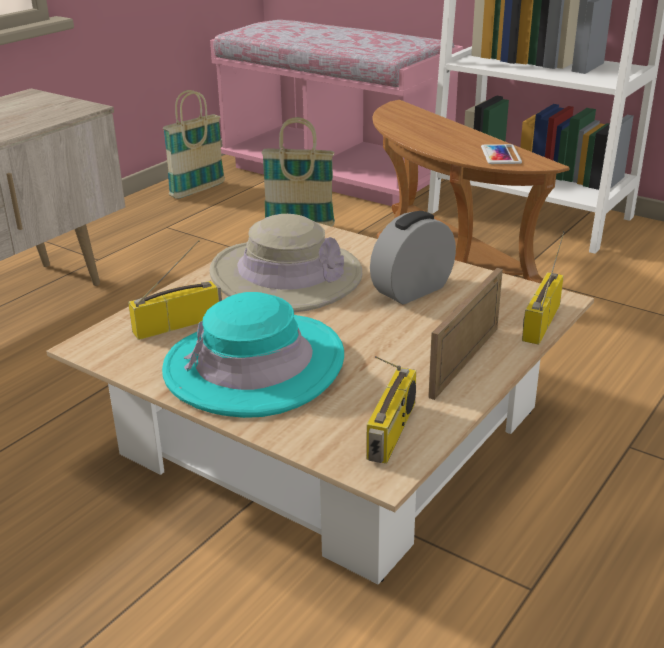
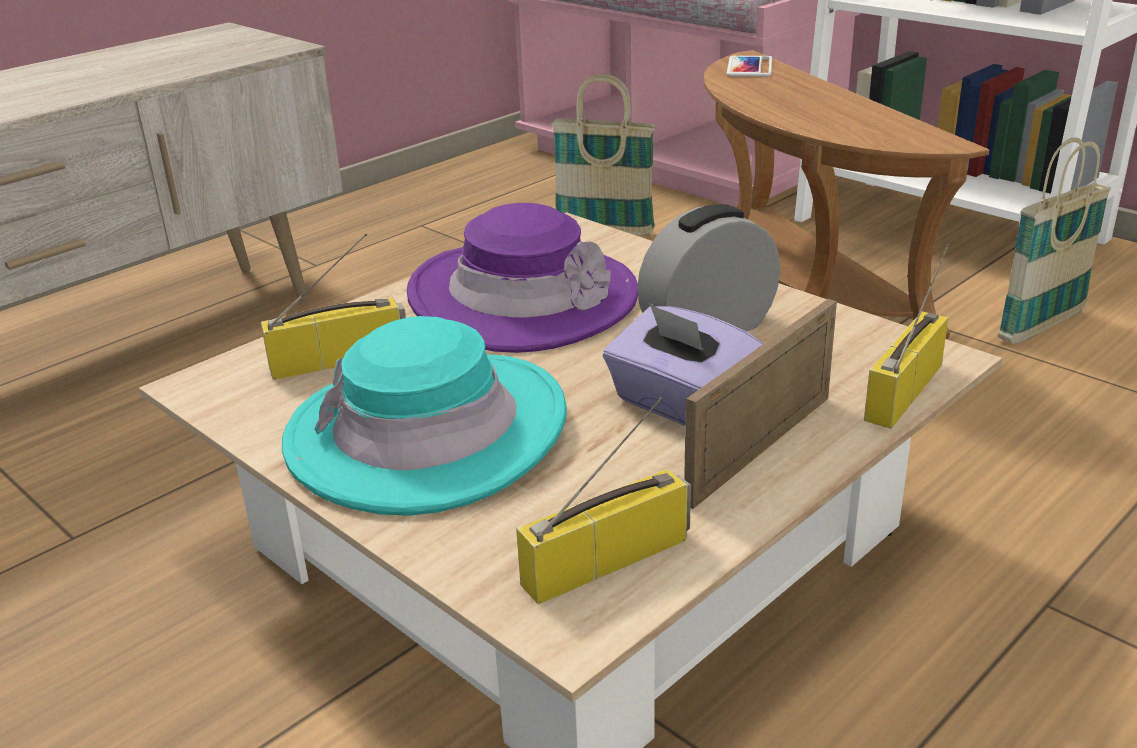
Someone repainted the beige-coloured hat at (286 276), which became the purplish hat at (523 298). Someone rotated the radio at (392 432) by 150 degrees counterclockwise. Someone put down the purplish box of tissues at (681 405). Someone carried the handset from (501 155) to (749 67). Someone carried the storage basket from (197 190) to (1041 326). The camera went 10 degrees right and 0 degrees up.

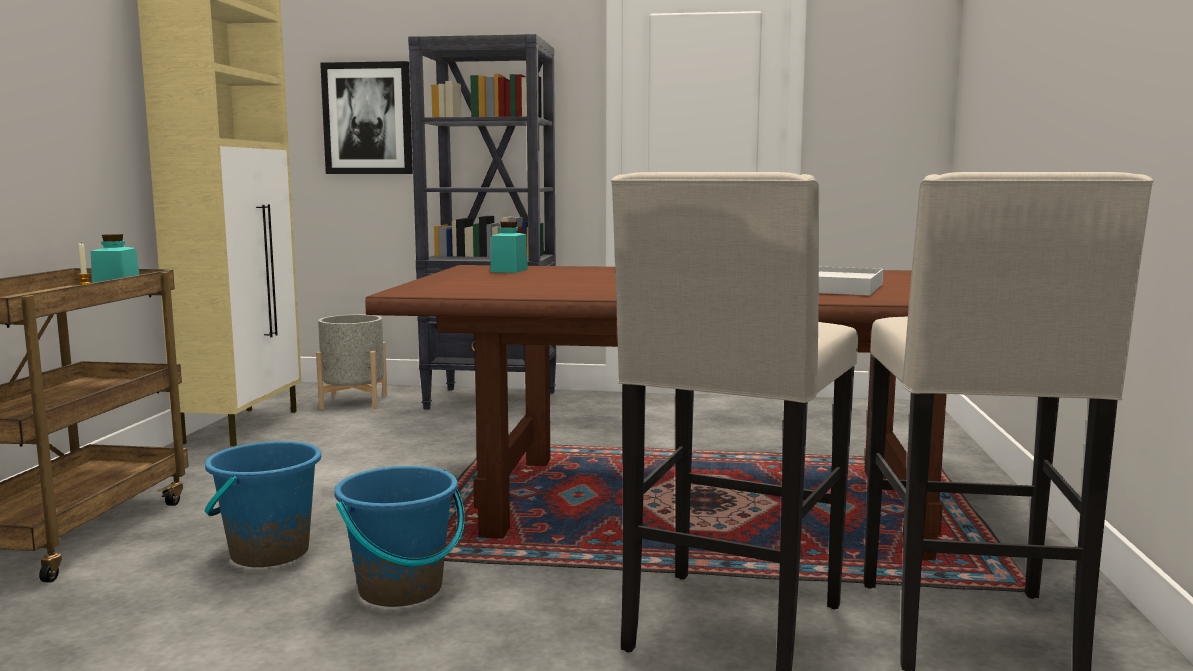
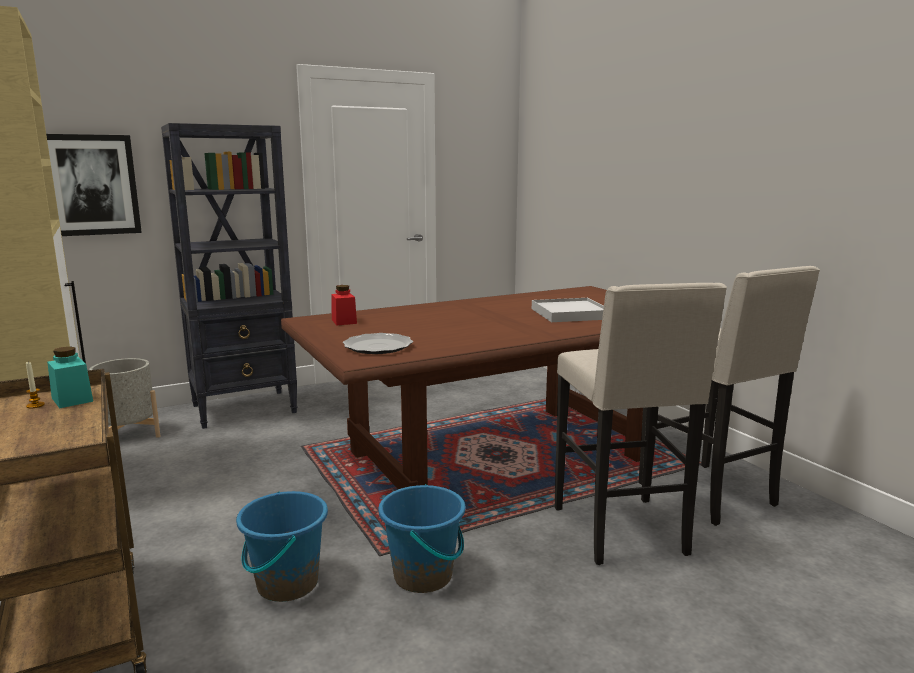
Someone repainted the turquoise preserve jar at (509 270), which became the reddish preserve jar at (344 321). Someone put down the flat dish at (378 346). The camera went 35 degrees left and 5 degrees up.

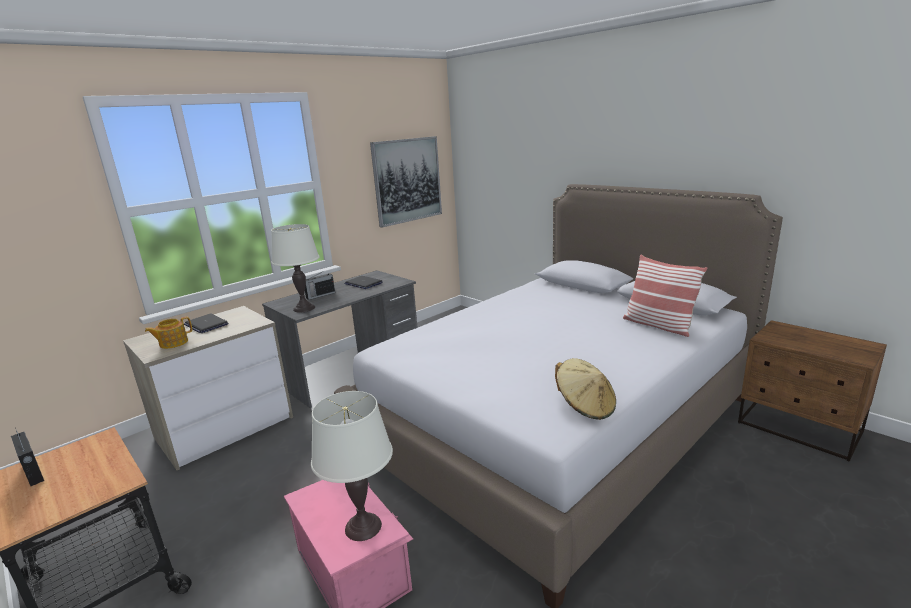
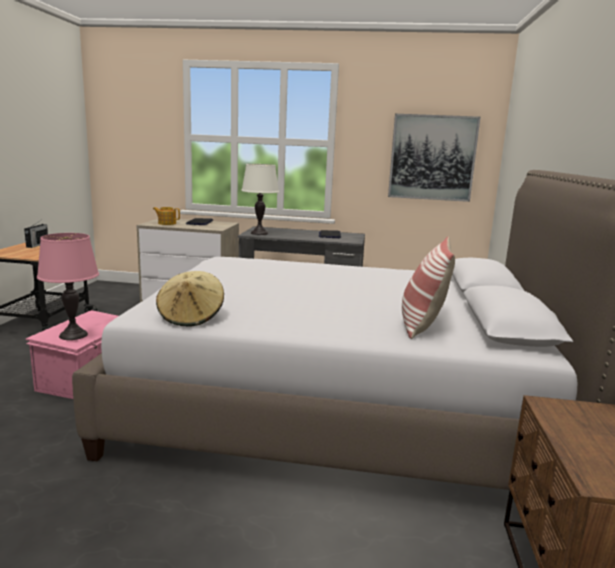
Someone repainted the white-coloured lamp for a table at (363 527), which became the pink lamp for a table at (73 335). Someone took away the radio at (320 295). The camera went 50 degrees right and 5 degrees down.

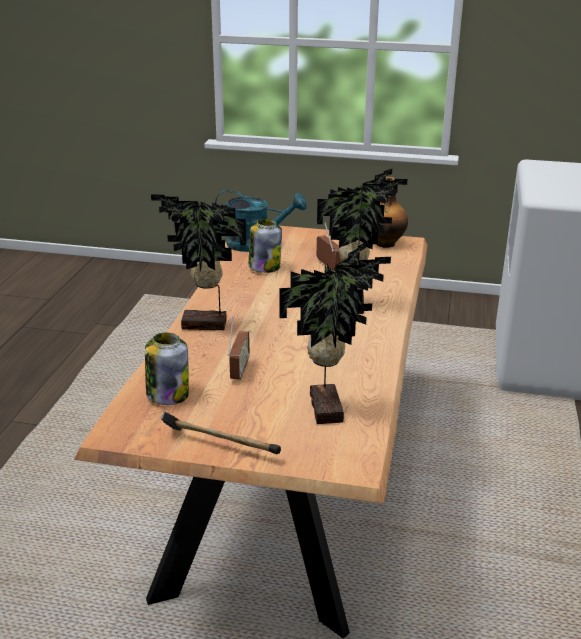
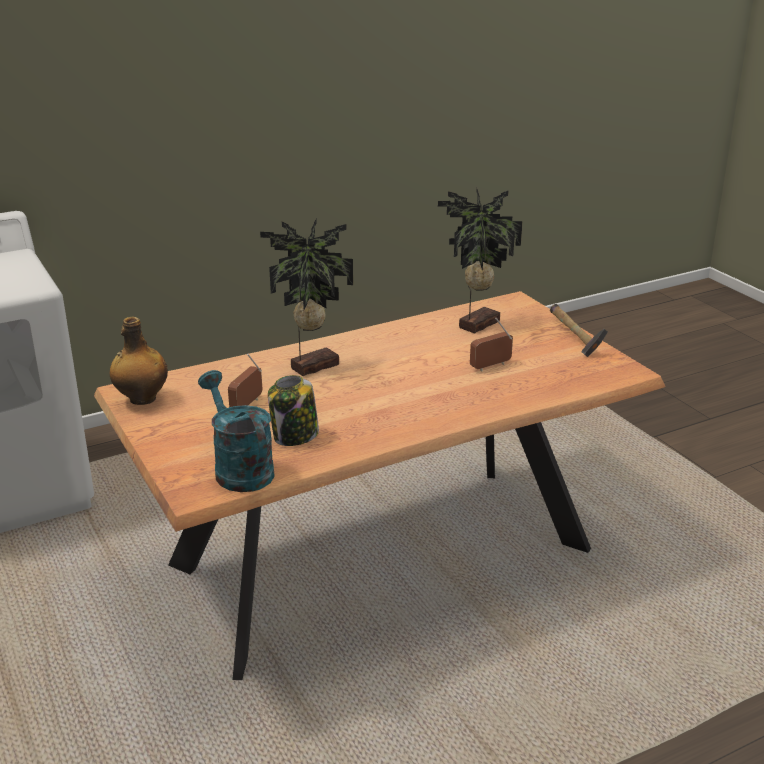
Someone took away the preserve jar at (167 394). Someone took away the potted plant at (205 326). The camera went 130 degrees left and 0 degrees up.

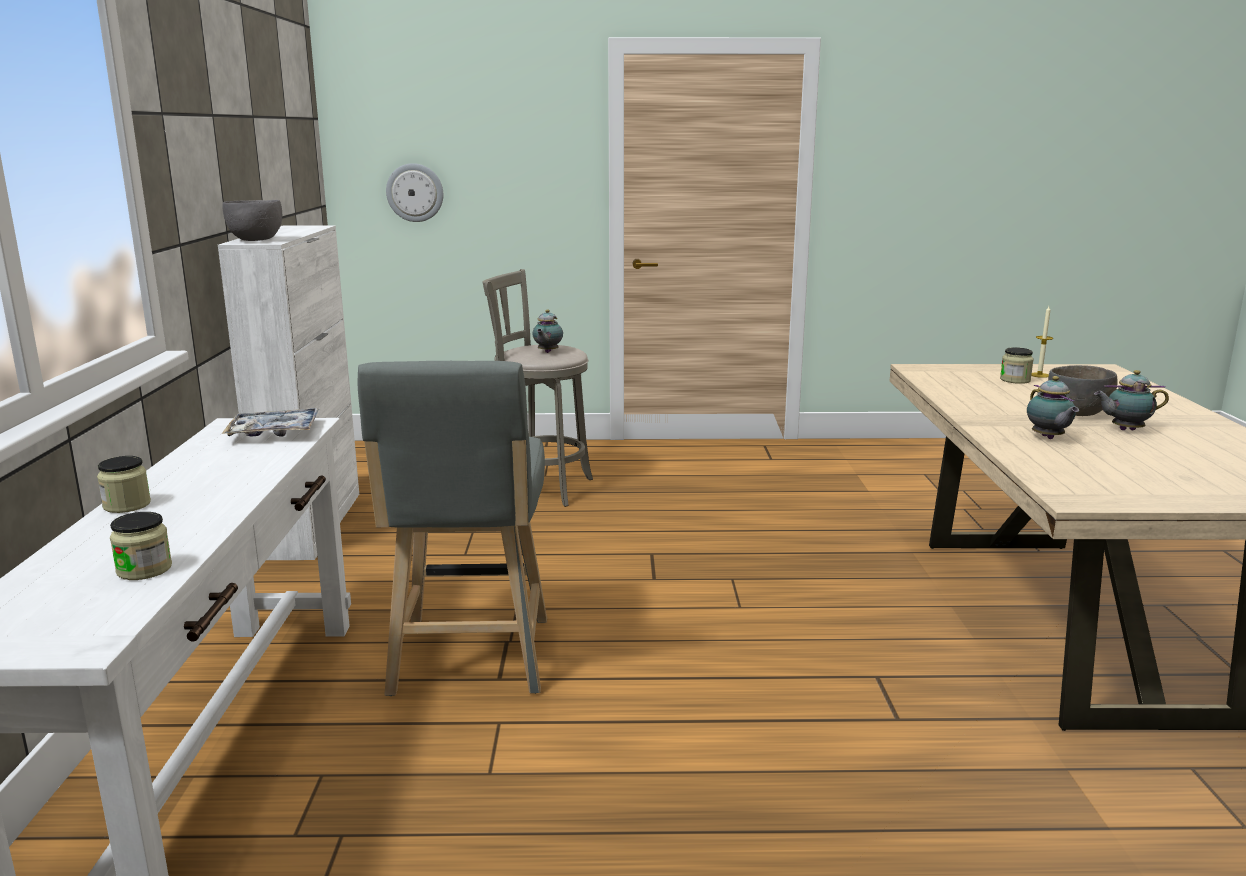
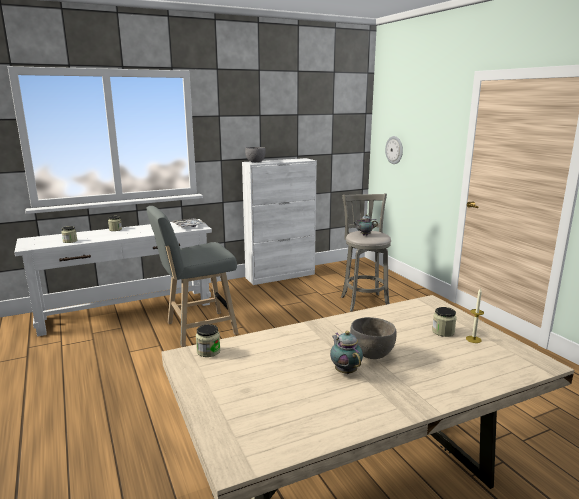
Someone put down the preserve jar at (208 351). Someone took away the tea pot at (1048 438). The camera went 65 degrees right and 0 degrees up.

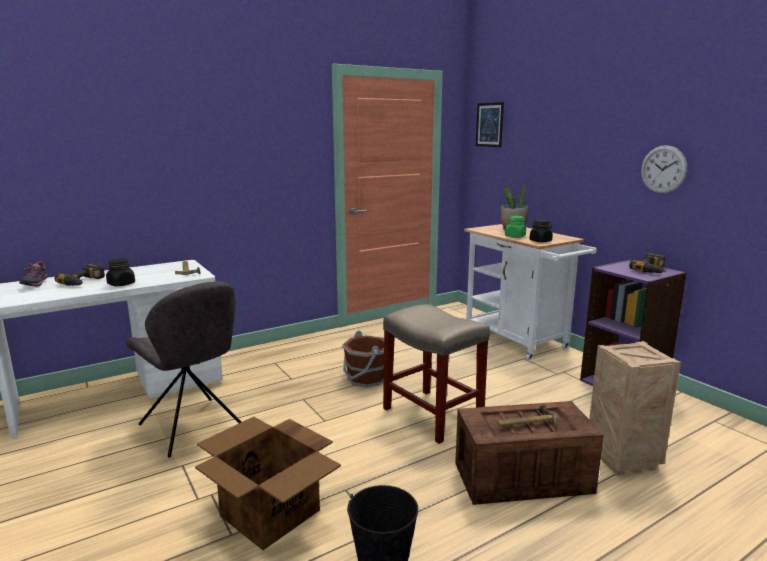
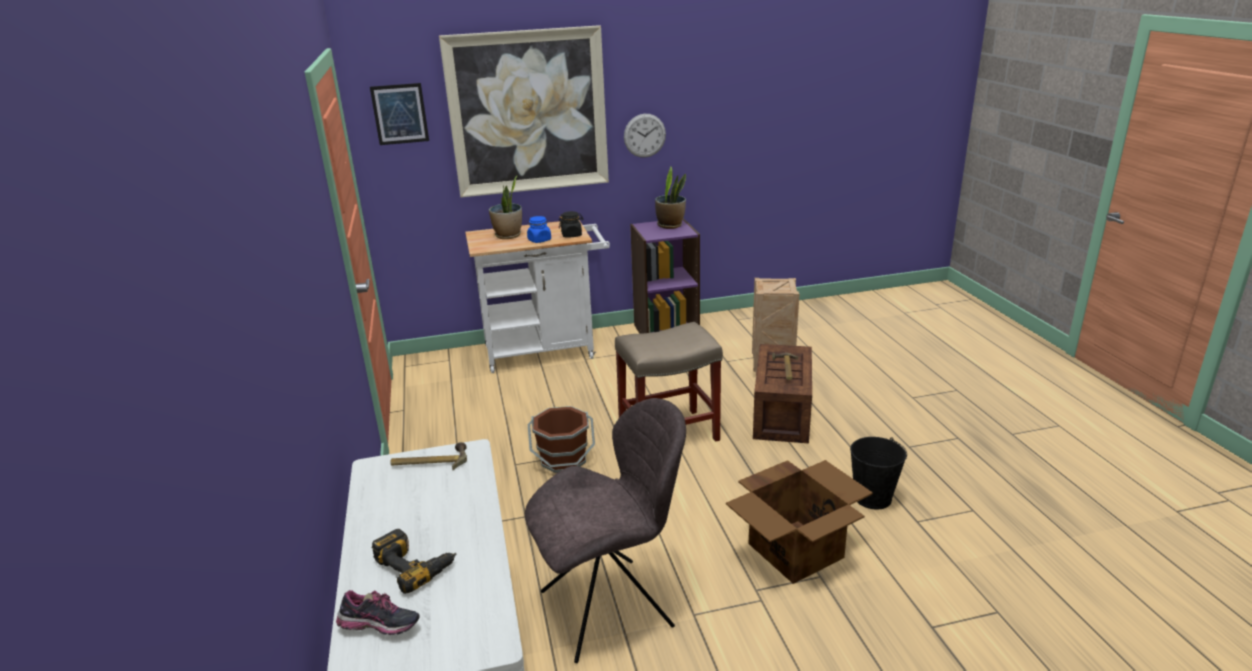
Someone put up the wall art at (528 112). Someone repainted the green preserve jar at (515 236), which became the bluish preserve jar at (539 240). Someone swapped the drill at (652 270) for the potted plant at (670 225). Someone took away the black preserve jar at (121 284). The camera went 70 degrees left and 10 degrees up.

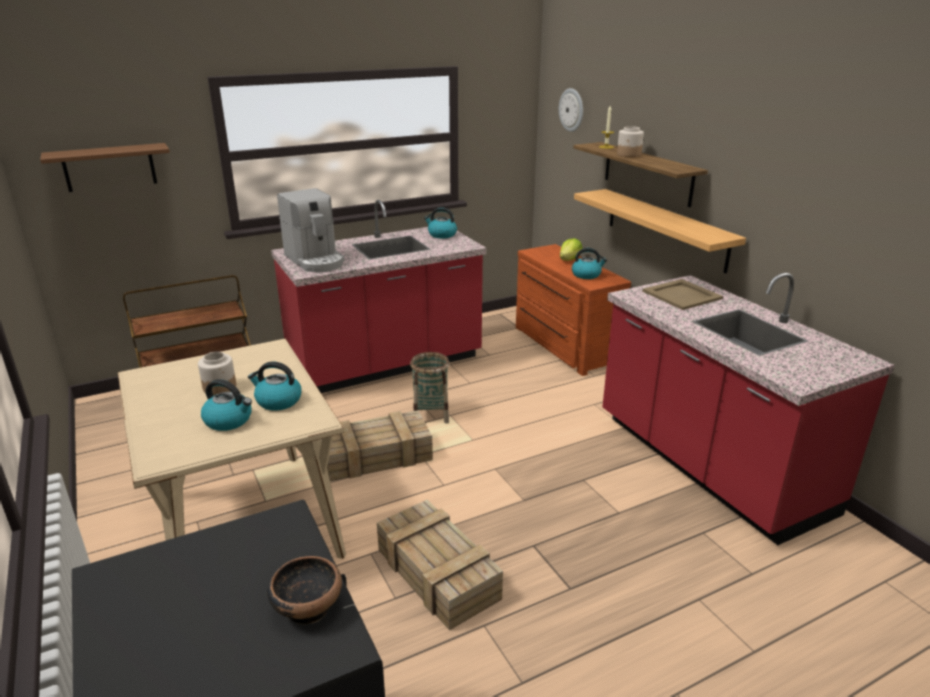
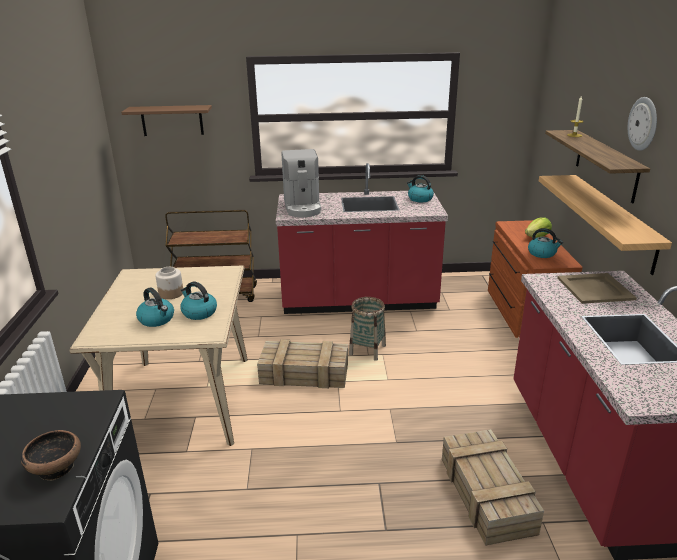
Someone carried the packing crate from (439 574) to (488 495). Someone carried the wall clock from (572 110) to (643 123). Someone took away the preserve jar at (629 155). The camera went 25 degrees right and 0 degrees up.

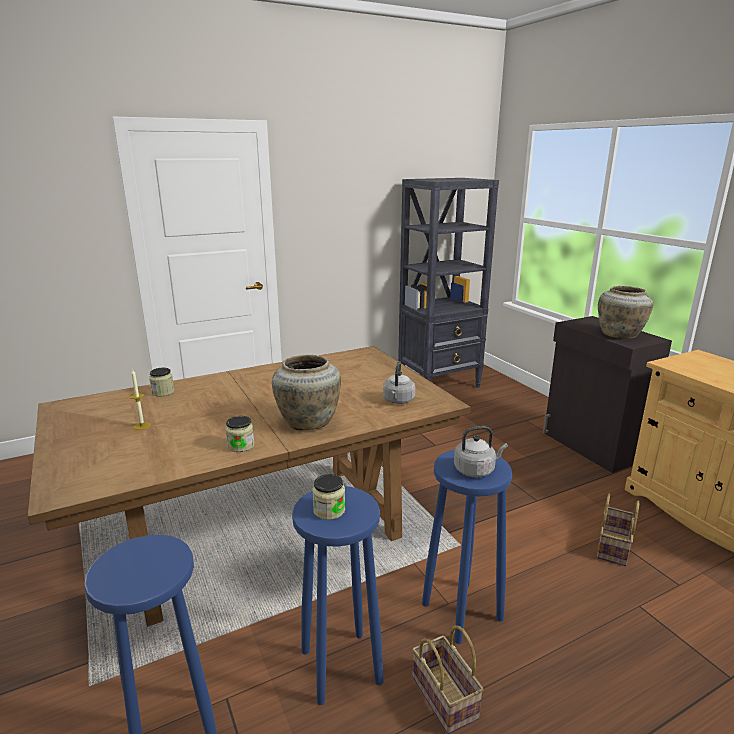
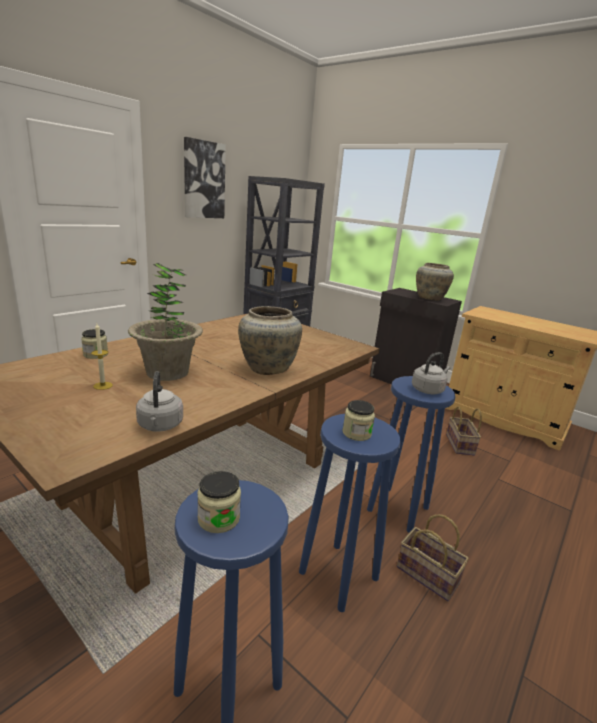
Someone put down the potted plant at (167 372). Someone carried the grey water kettle from (398 401) to (160 426). Someone put up the wall art at (204 180). Someone carried the preserve jar from (241 446) to (218 518). The camera went 25 degrees left and 0 degrees up.

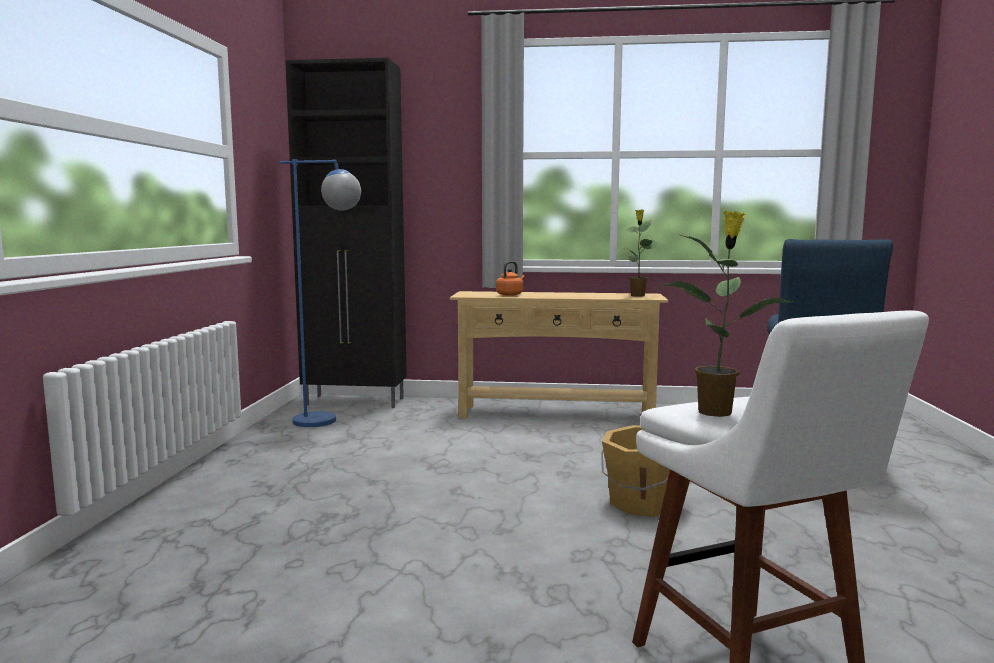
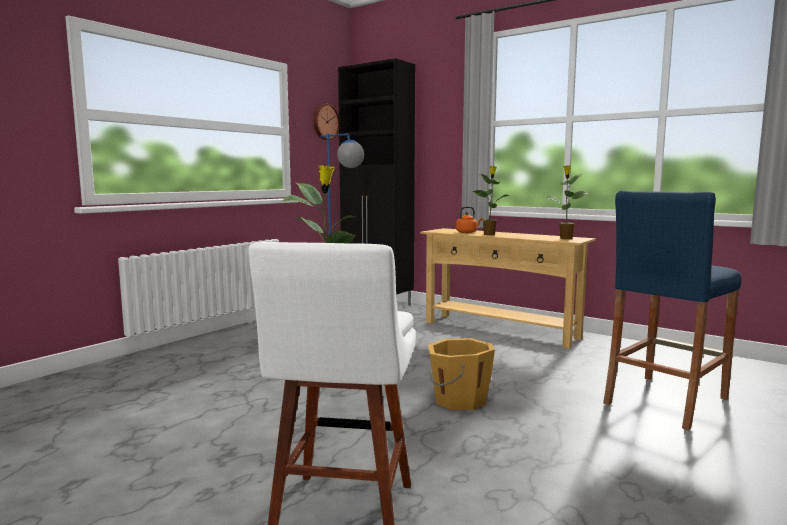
Someone put up the wall clock at (325 122). Someone put down the potted plant at (489 234). The camera went 30 degrees right and 0 degrees up.

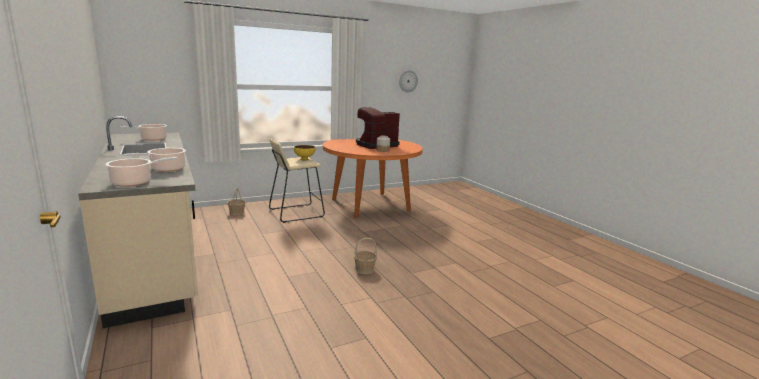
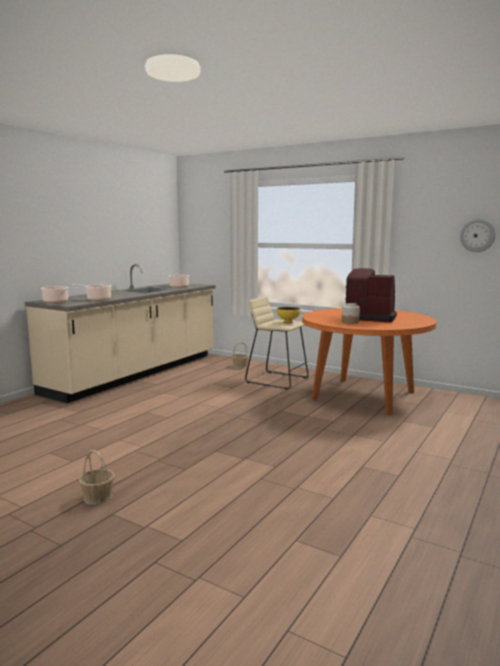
Someone carried the storage basket from (364 269) to (98 497). The camera went 60 degrees right and 5 degrees down.

